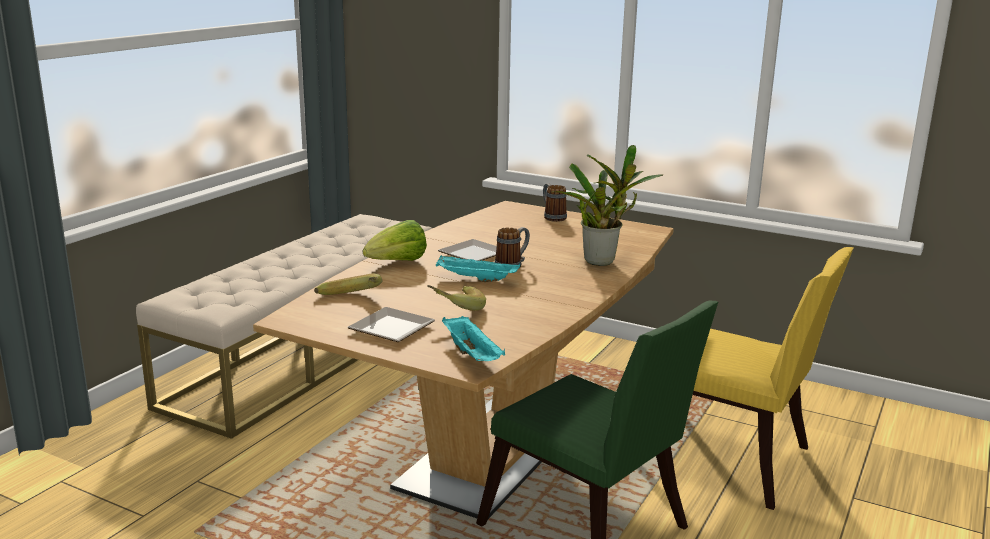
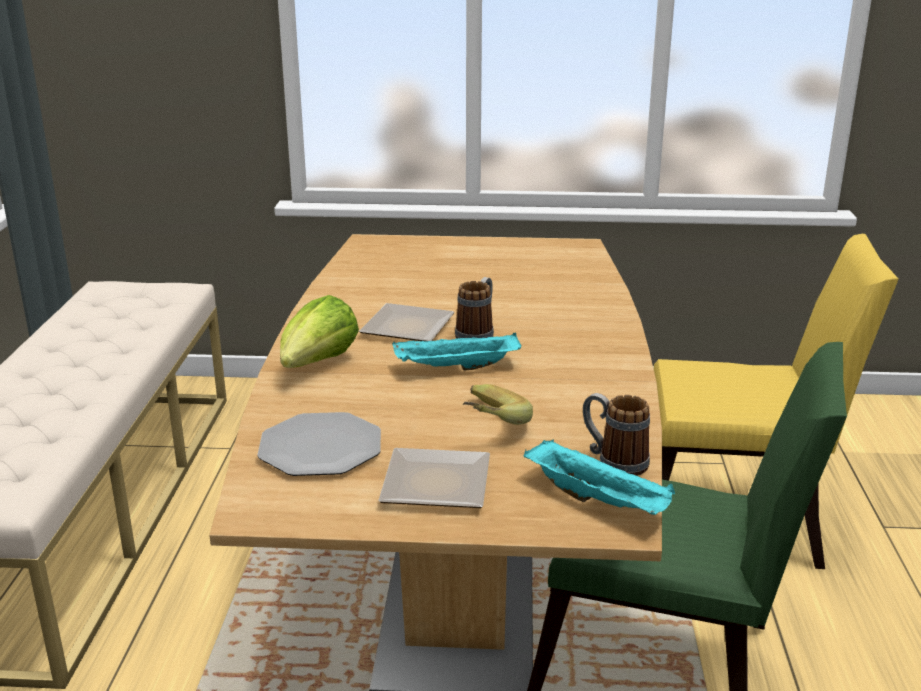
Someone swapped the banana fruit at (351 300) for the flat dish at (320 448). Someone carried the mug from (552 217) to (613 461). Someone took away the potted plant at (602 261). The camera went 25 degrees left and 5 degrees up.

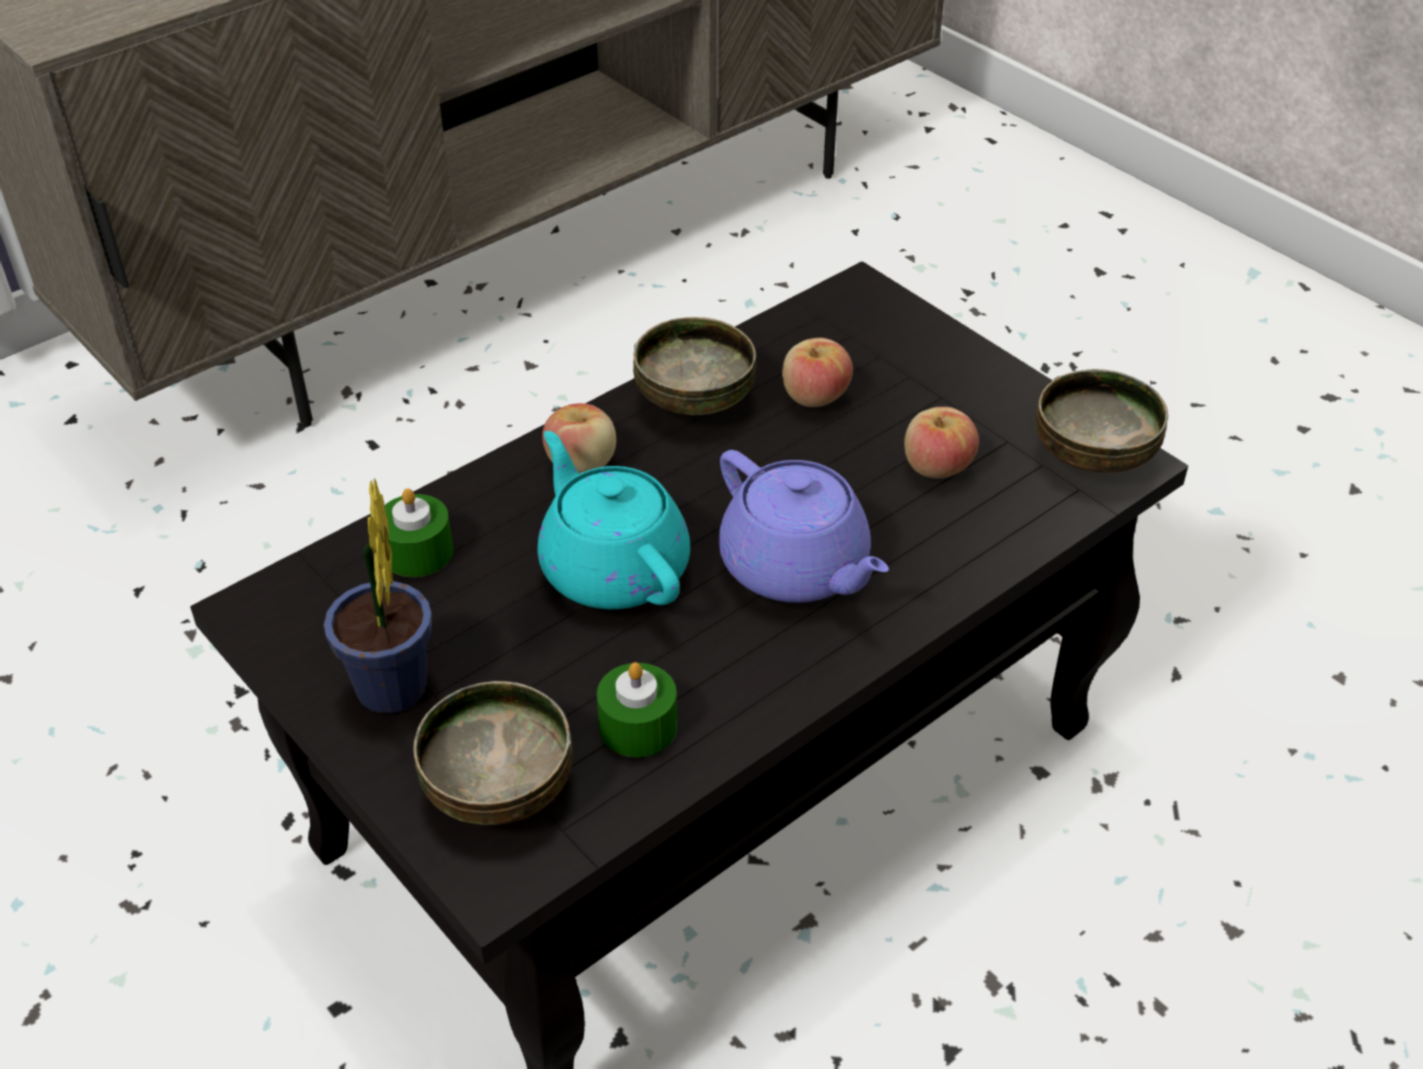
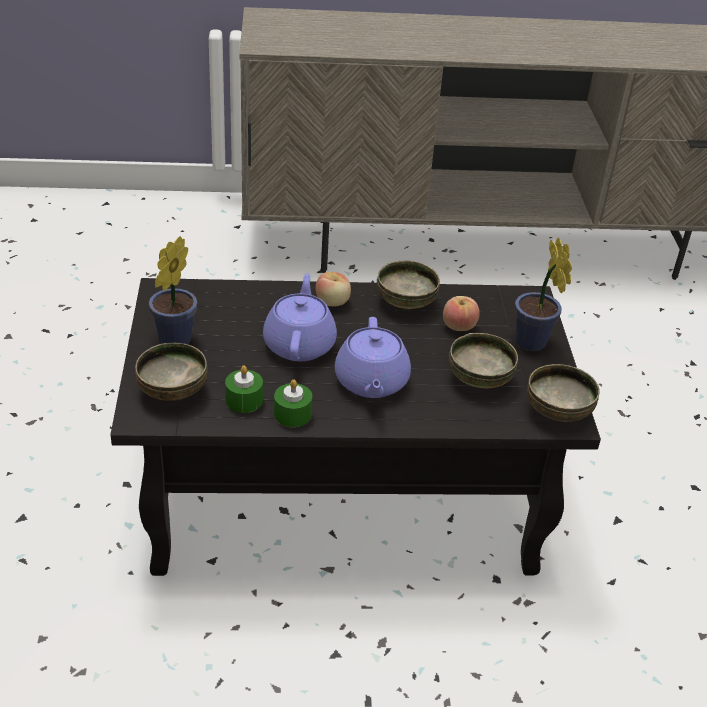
Someone repainted the turquoise tea pot at (612 568), which became the purplish tea pot at (300 344). Someone carried the green candle from (418 552) to (292 414). Someone swapped the whole apple at (937 467) for the bowl at (478 379). Someone put down the potted plant at (532 344). The camera went 35 degrees right and 5 degrees down.

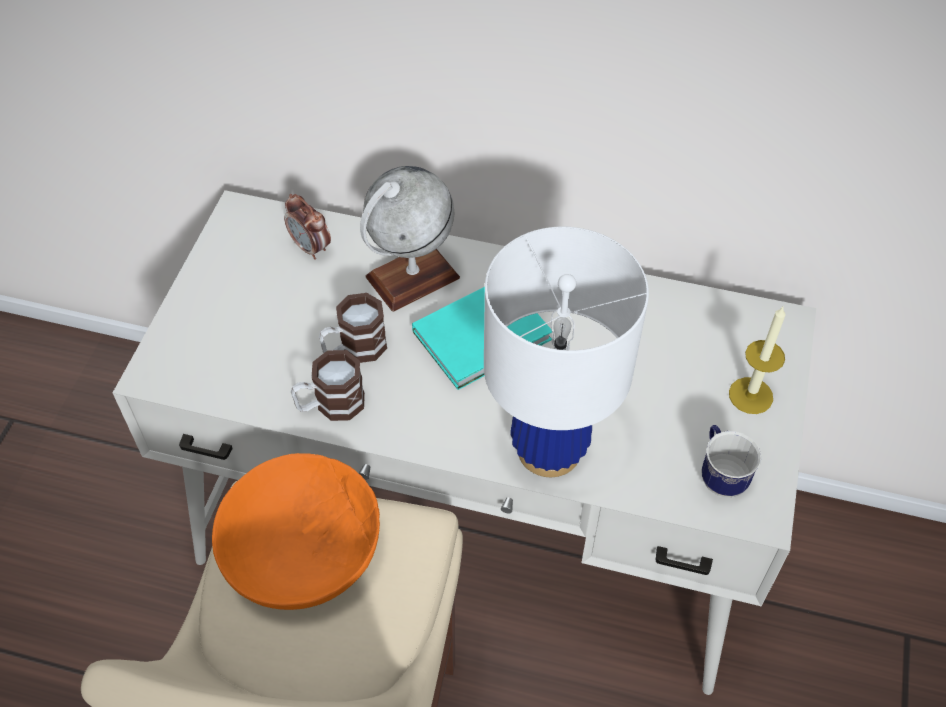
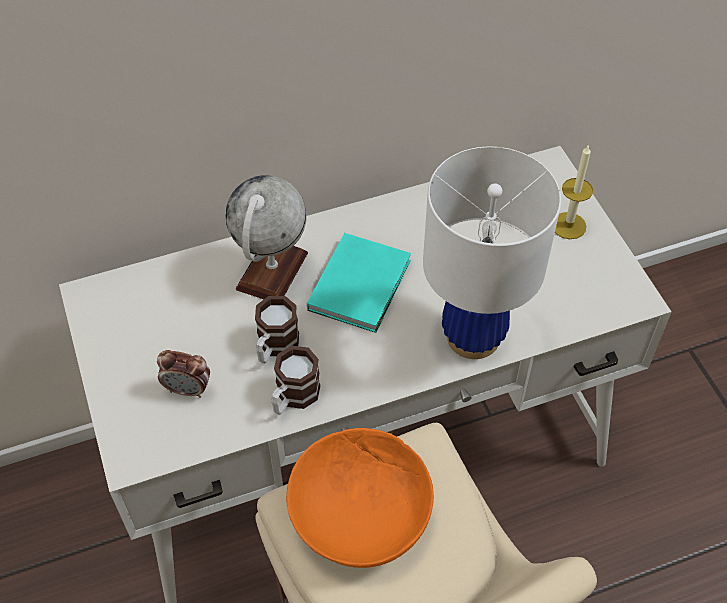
Someone carried the table clock from (311 248) to (188 389). Someone took away the mug at (720 475). The camera went 35 degrees left and 0 degrees up.

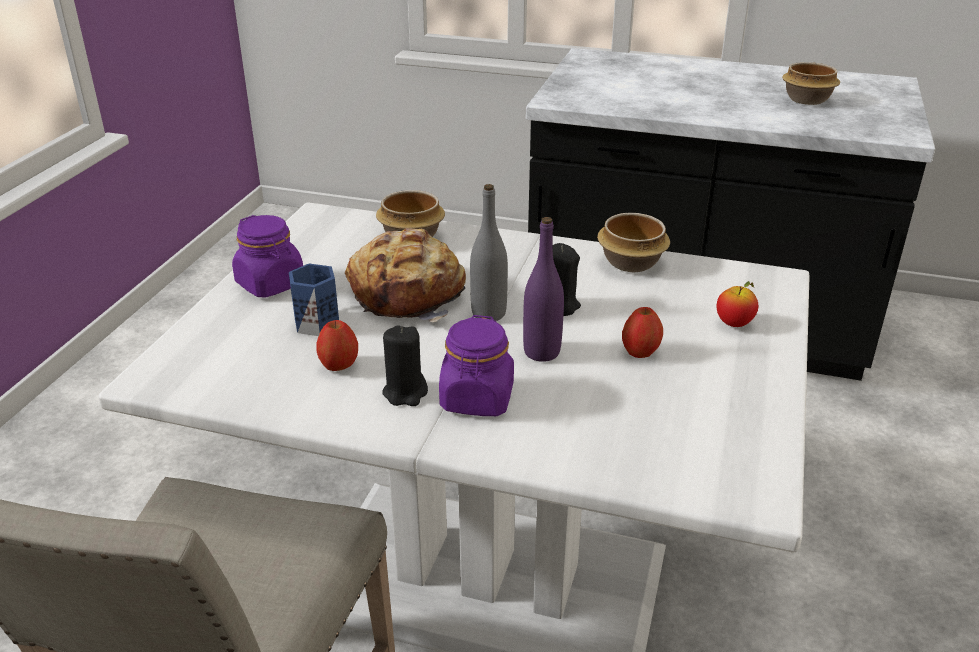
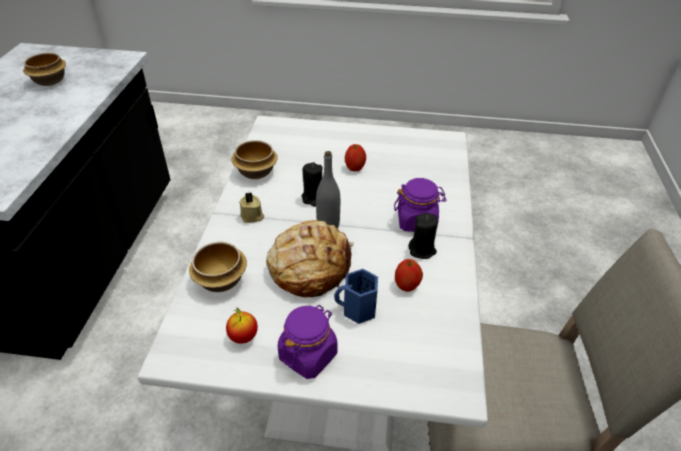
Someone carried the whole apple from (734 324) to (243 337). Someone put down the beige-coloured candle at (252 216). Someone took away the purplish bottle at (542 352). The camera went 100 degrees left and 10 degrees up.

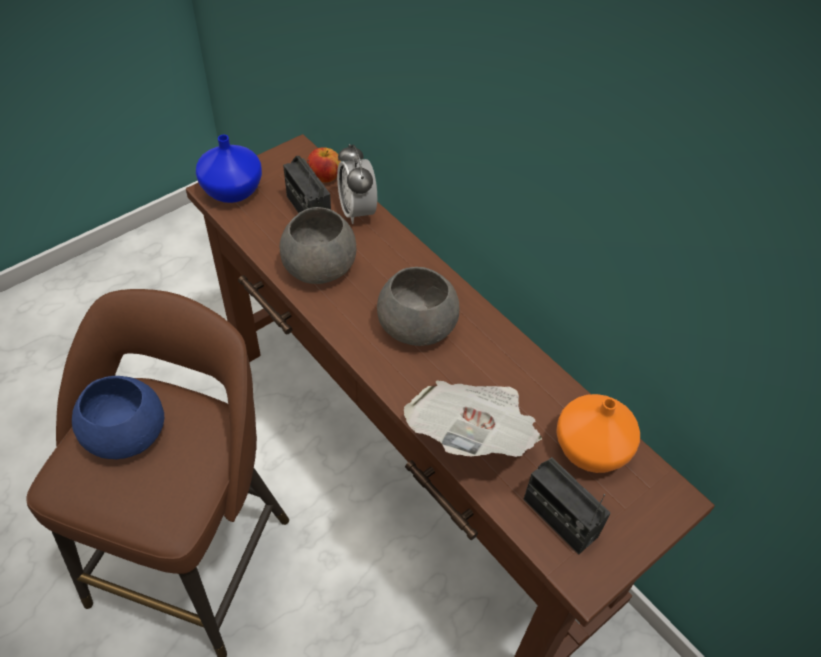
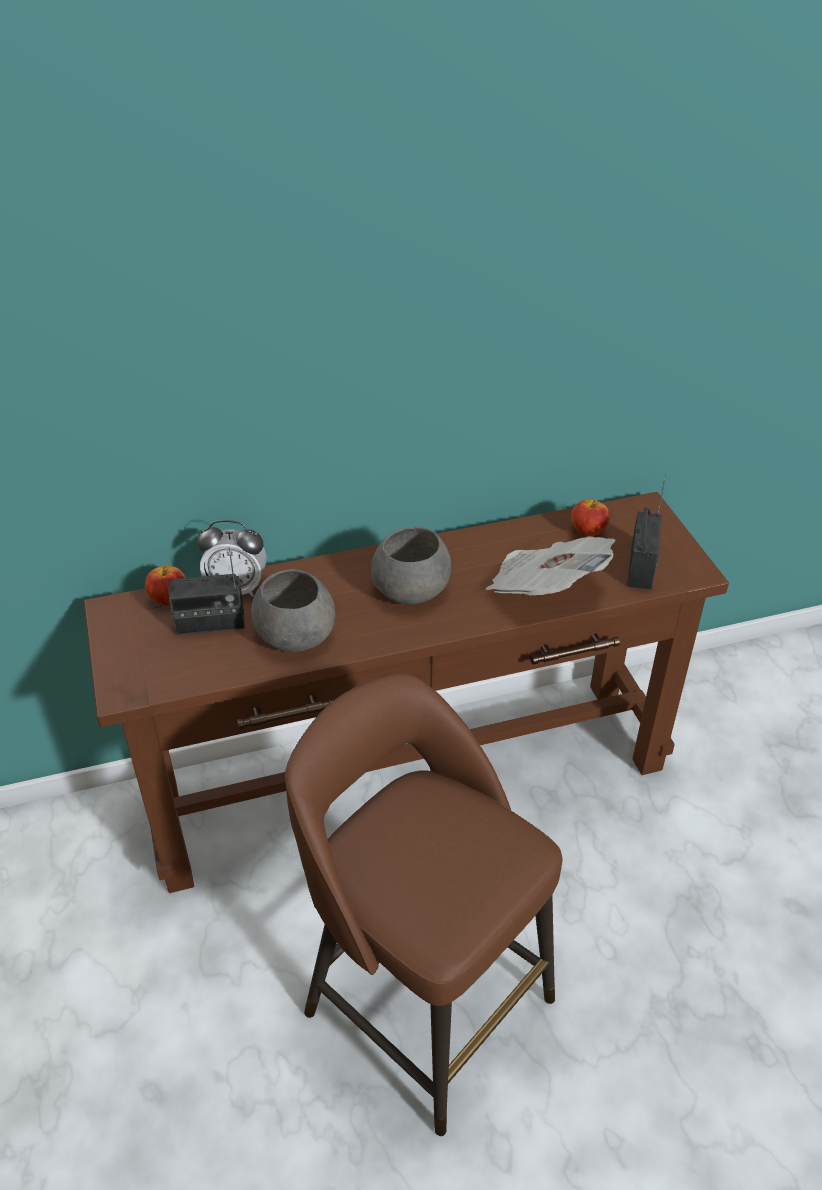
Someone swapped the orange flower vase at (592 450) for the whole apple at (588 531). Someone rotated the radio at (559 518) by 60 degrees counterclockwise. Someone took away the bluish bowl at (127 433). Someone took away the bluish flower vase at (231 191). The camera went 65 degrees left and 10 degrees down.

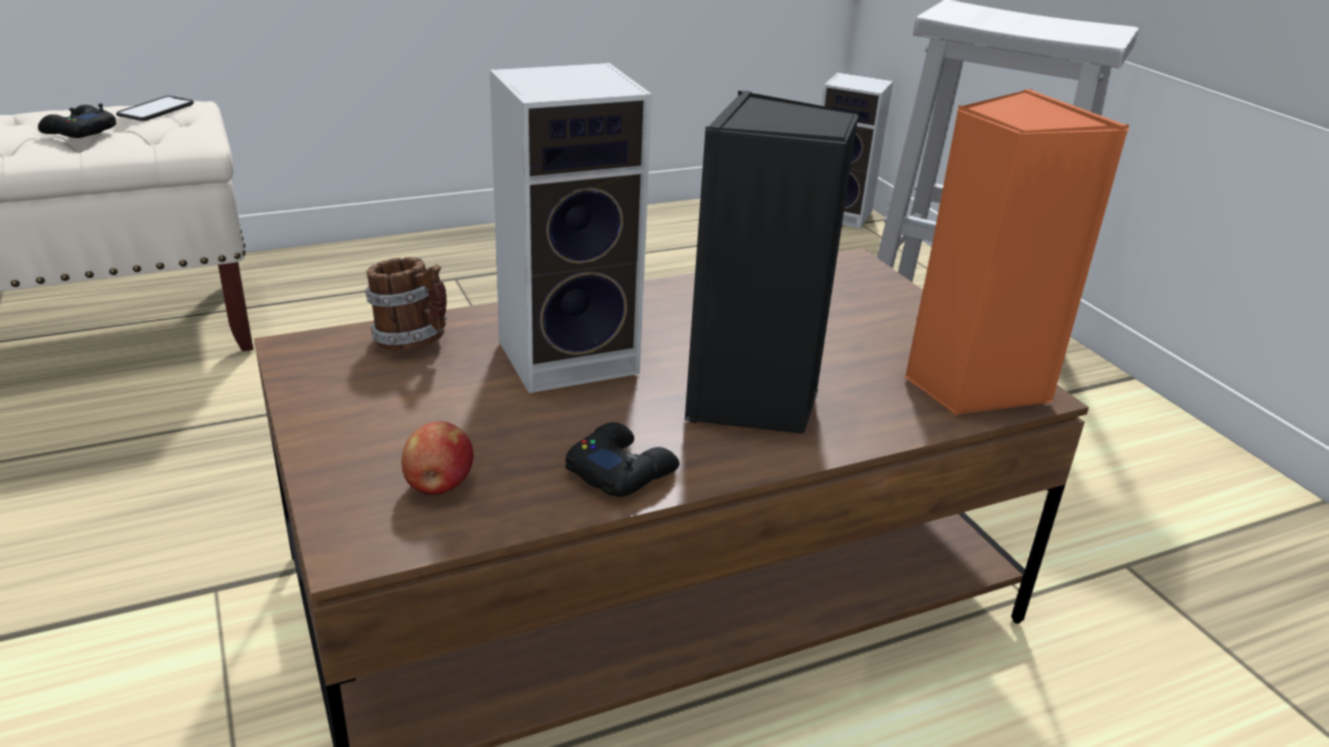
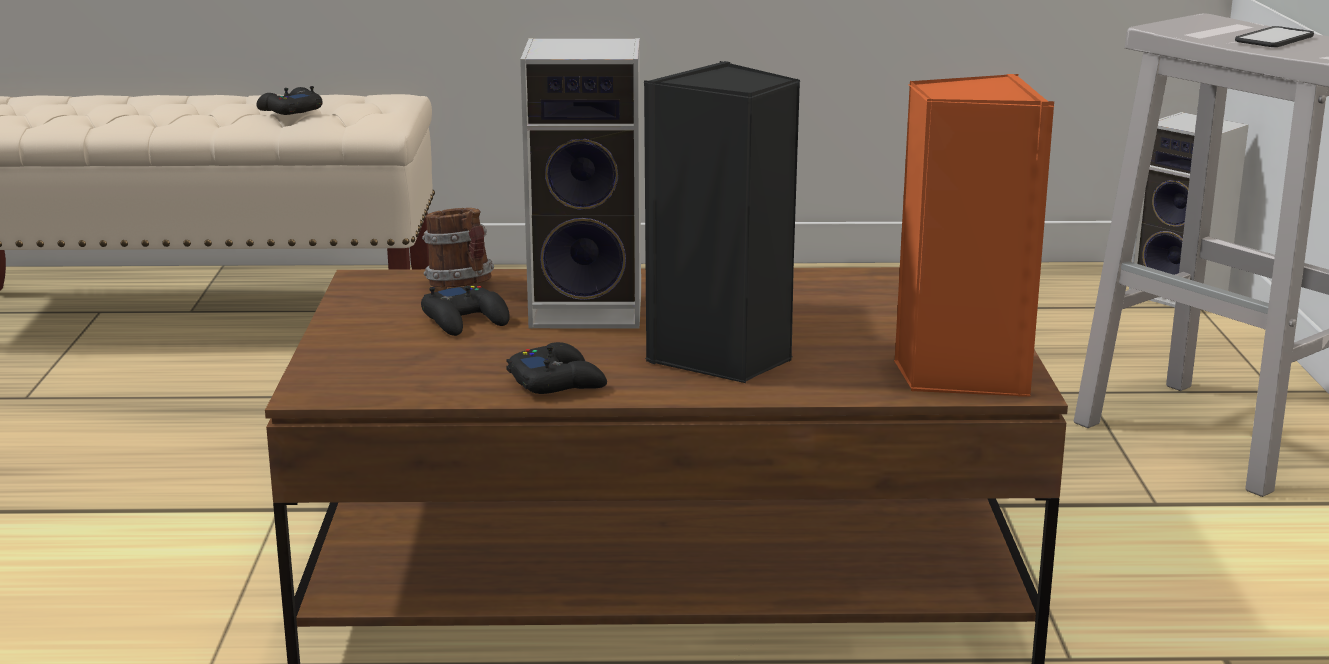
Someone put down the black gamepad at (465 320). Someone carried the handset from (156 110) to (1274 39). Someone took away the whole apple at (438 486). The camera went 25 degrees right and 10 degrees down.

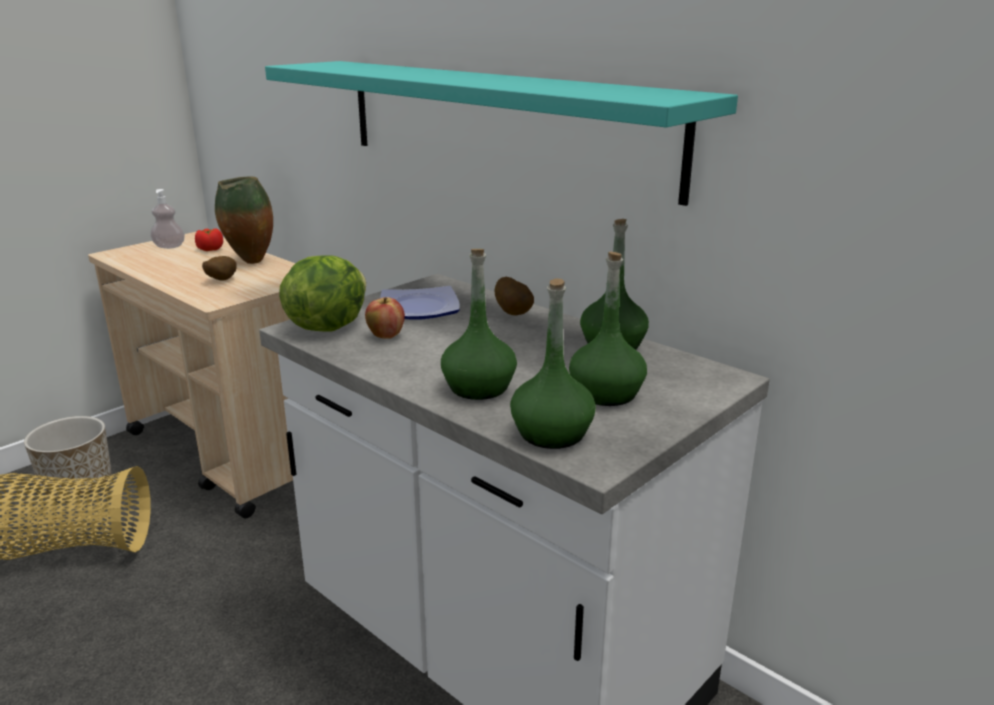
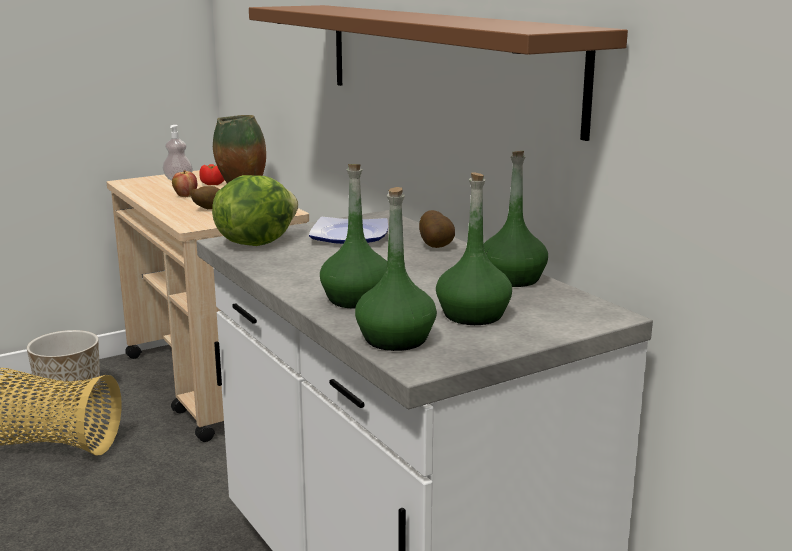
Someone carried the whole apple from (386 336) to (186 196). Someone repainted the turquoise shelf at (498 123), which became the brownish shelf at (441 61). The camera went 15 degrees right and 5 degrees down.

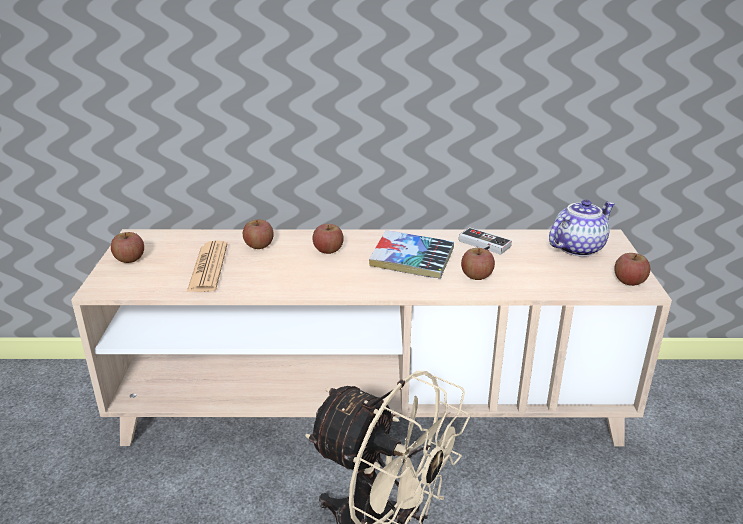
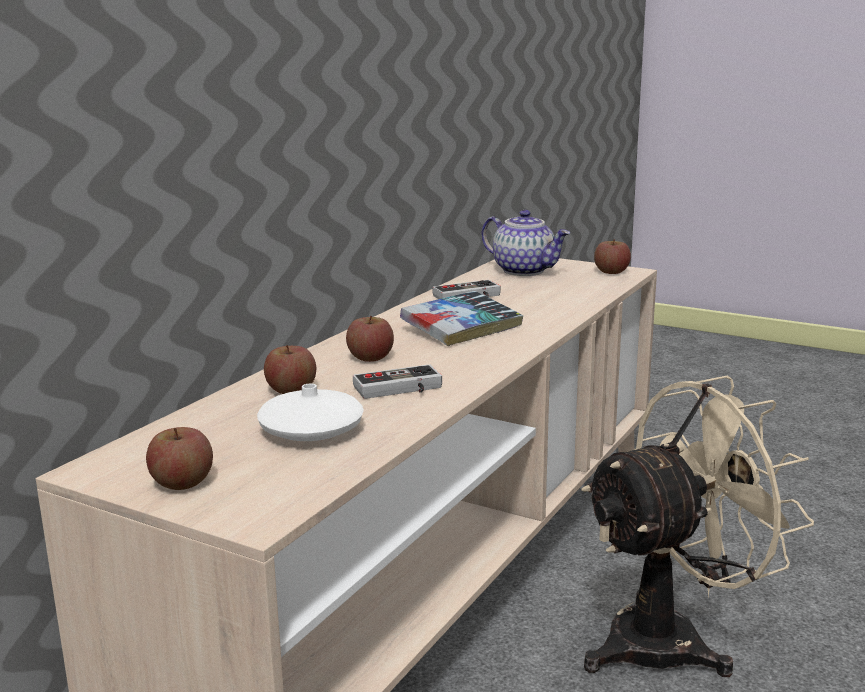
Someone swapped the daily paper at (208 267) for the white-coloured flower vase at (311 430). Someone put down the gamepad at (400 390). Someone rotated the tea pot at (577 248) by 135 degrees clockwise. Someone took away the whole apple at (476 276). The camera went 60 degrees left and 10 degrees down.

